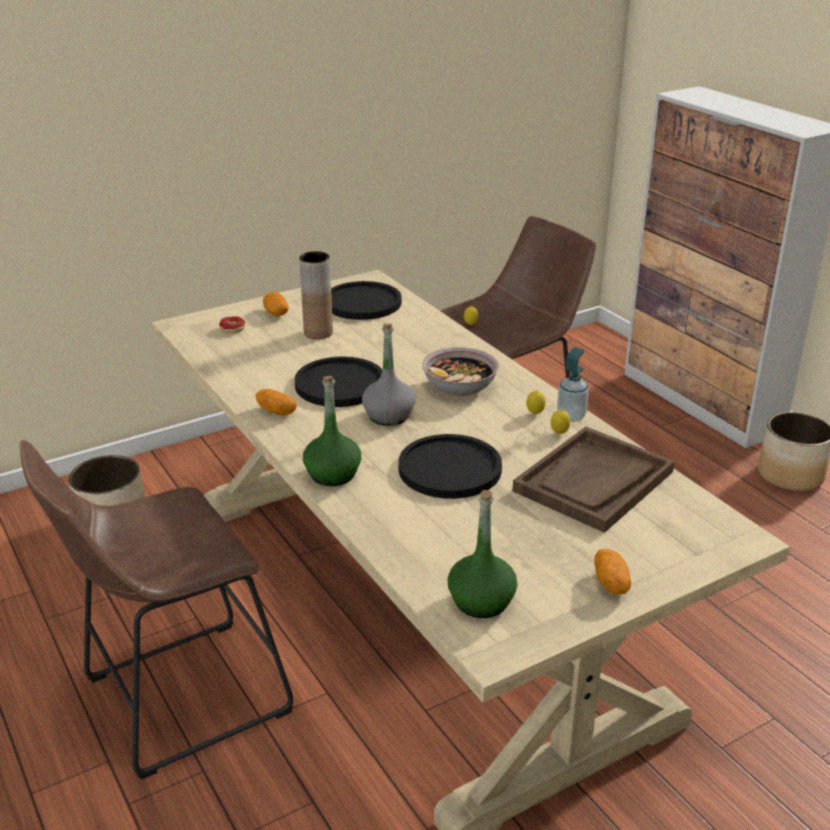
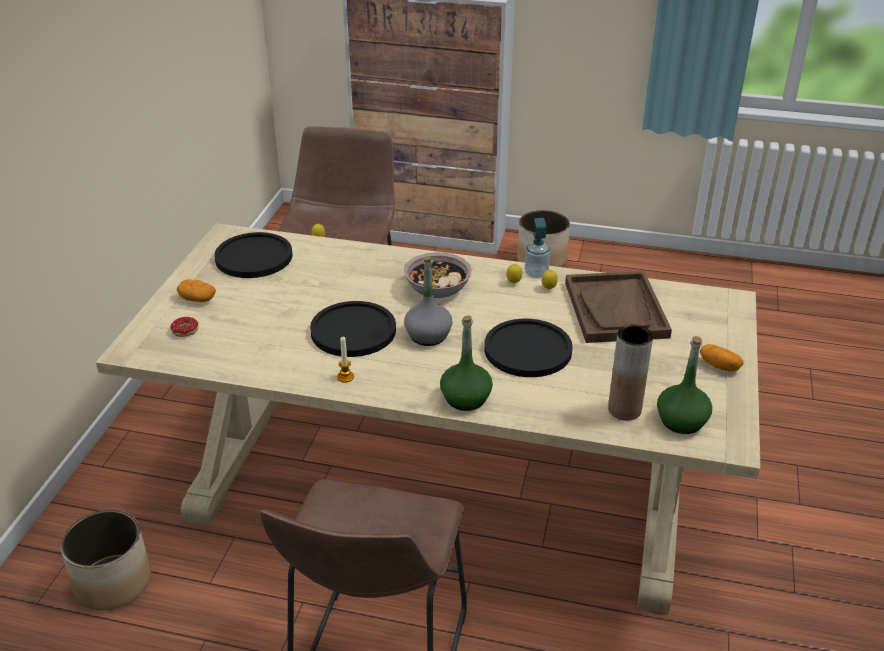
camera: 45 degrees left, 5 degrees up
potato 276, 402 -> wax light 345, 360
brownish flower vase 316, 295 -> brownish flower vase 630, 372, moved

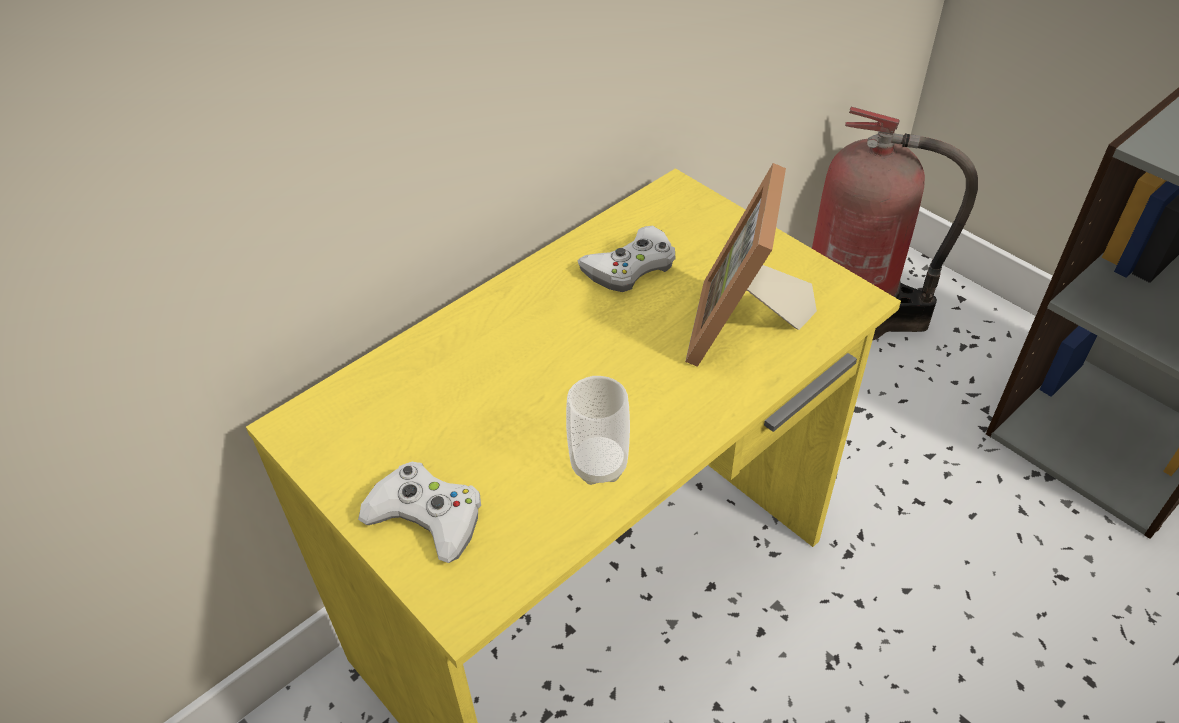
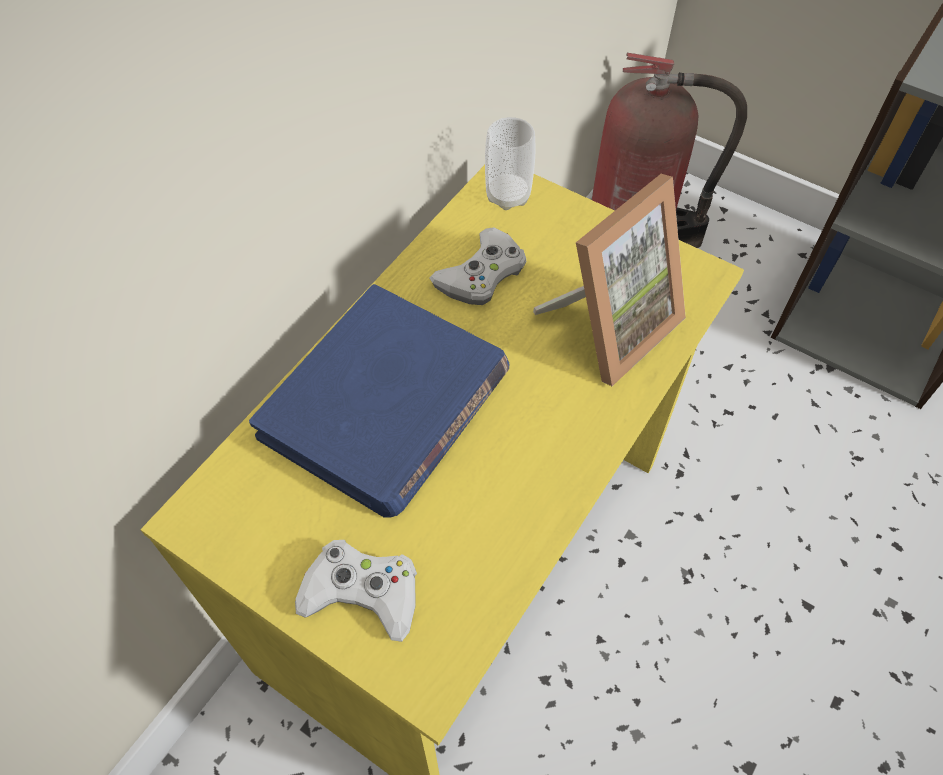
camera: 15 degrees left, 10 degrees up
none -> bluish volume 379, 401
cup 598, 430 -> cup 510, 163, moved
picture frame 751, 265 -> picture frame 609, 280, 135 degrees counterclockwise

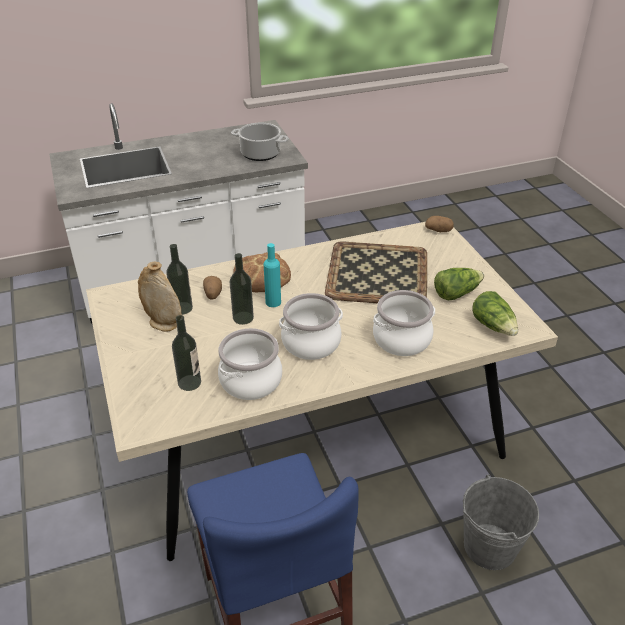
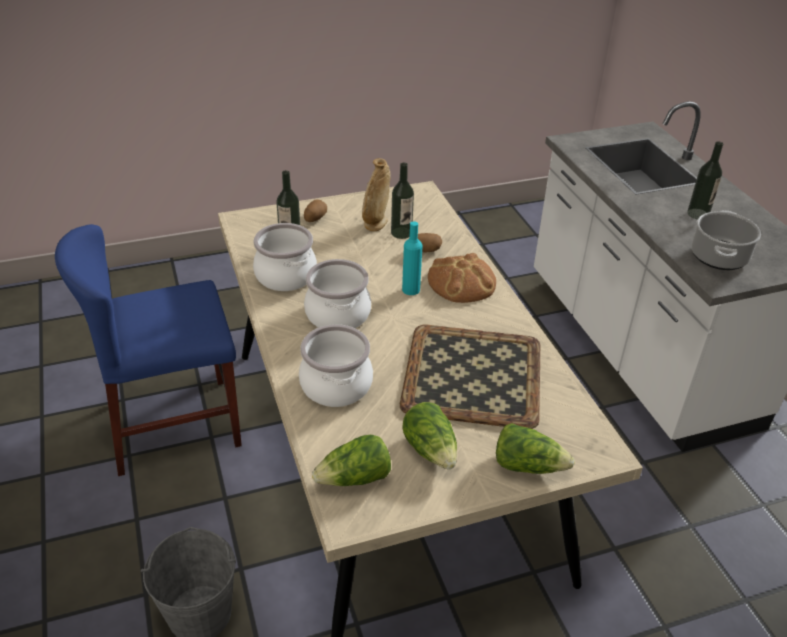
camera: 90 degrees right, 0 degrees up
potato 439, 224 -> potato 315, 211, moved
none -> lettuce 535, 448
bottle 242, 289 -> bottle 705, 180, moved

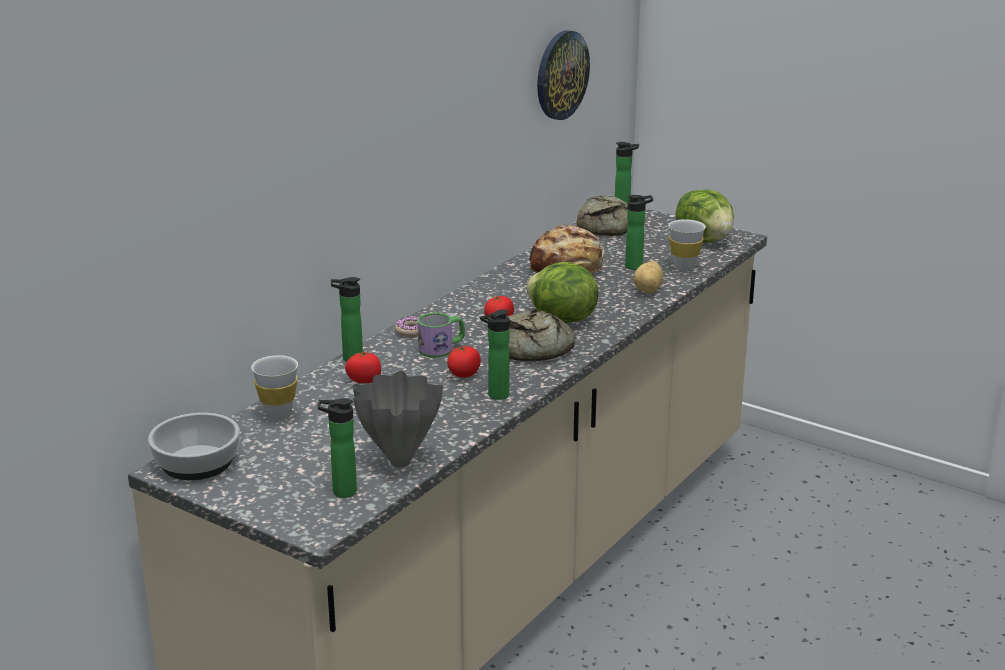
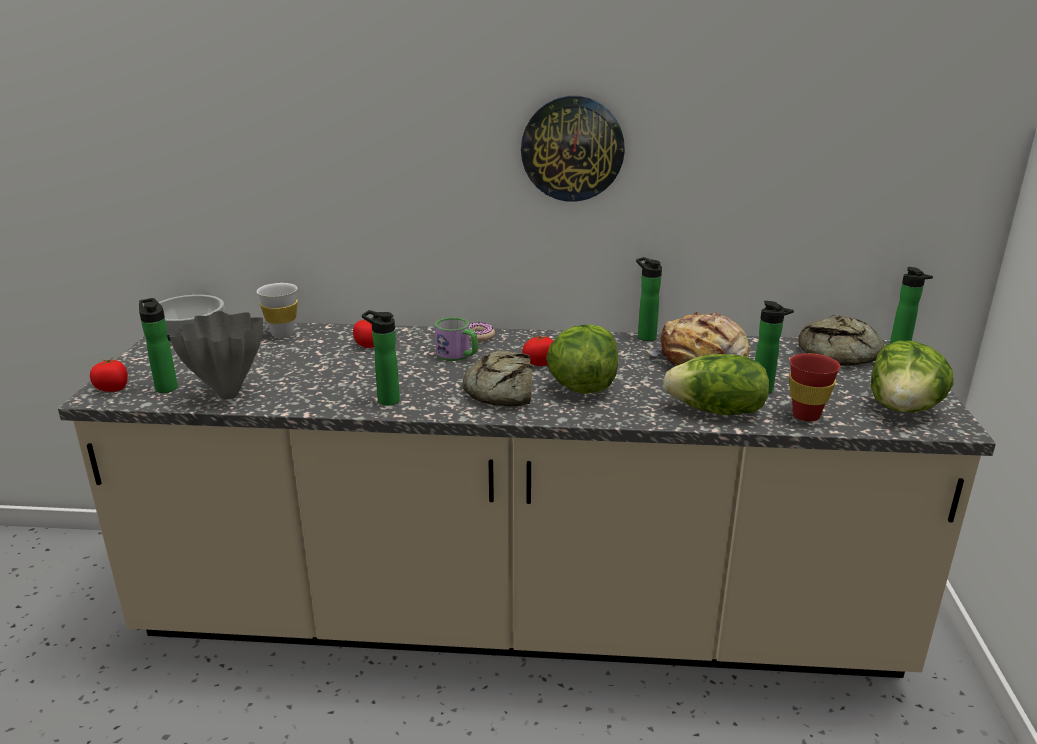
camera: 60 degrees right, 0 degrees up
whole tomato 464, 362 -> whole tomato 109, 375, moved
clock on the wall 563, 75 -> clock on the wall 573, 149, moved
bottle 347, 319 -> bottle 649, 299, moved
potato 648, 277 -> lettuce 716, 384
white cup 687, 245 -> reddish cup 815, 387

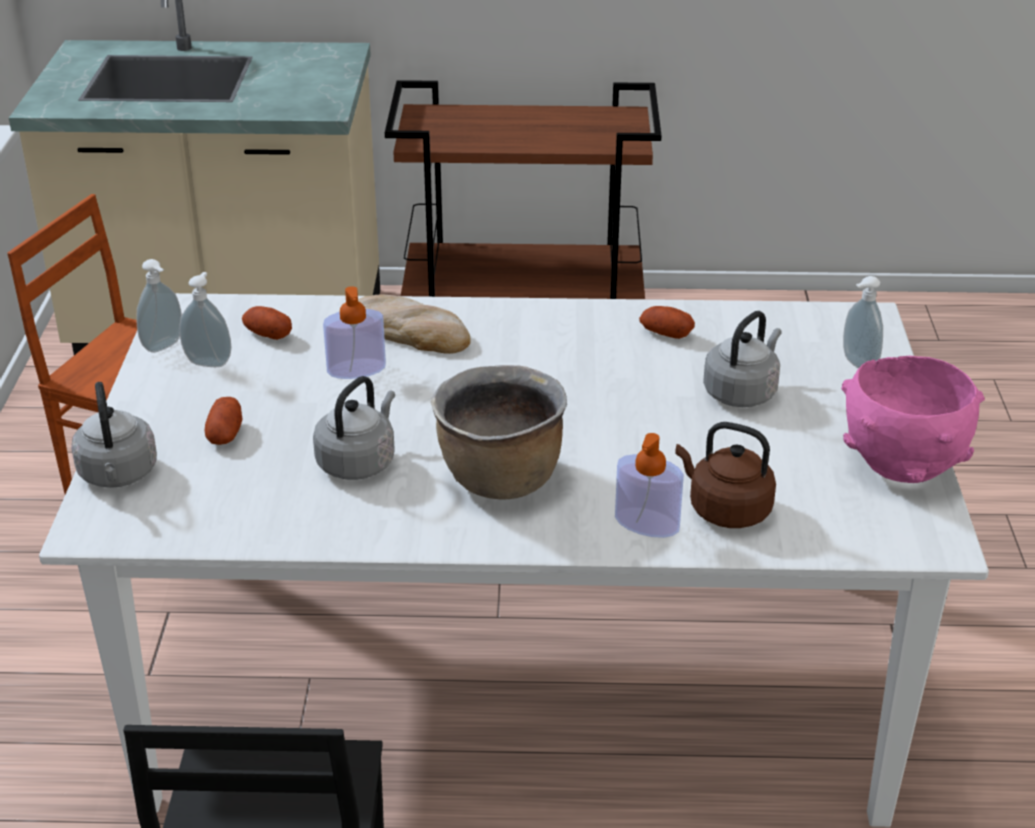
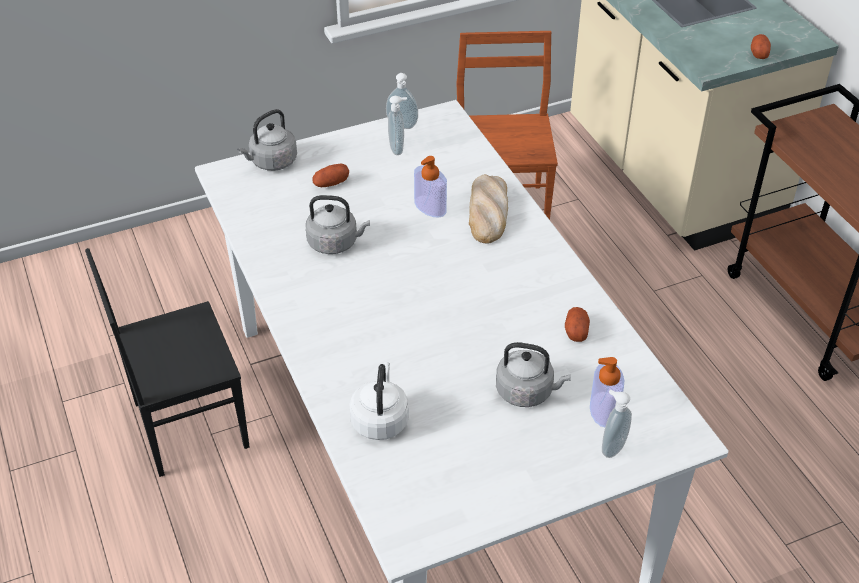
camera: 65 degrees right, 10 degrees up
brownish tea kettle 725, 475 -> white tea kettle 379, 401
liquid soap bottle 649, 485 -> liquid soap bottle 607, 392, moved
potato 267, 323 -> potato 761, 46, moved
brownish saucepot 499, 432 -> none
pinkish serving bowl 913, 419 -> none

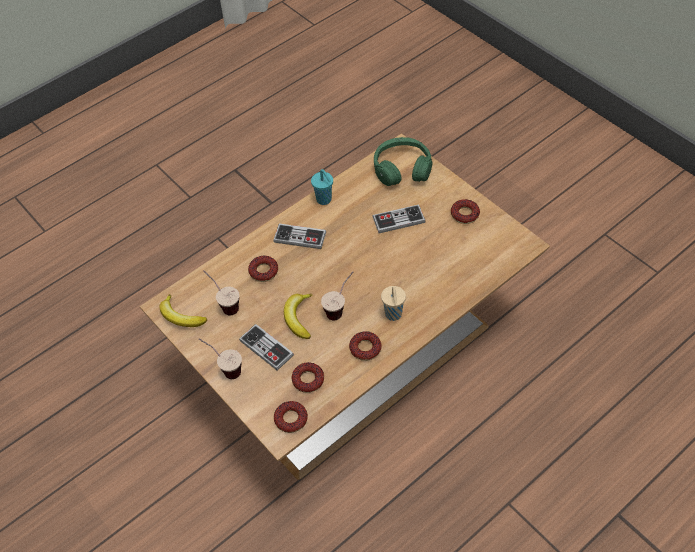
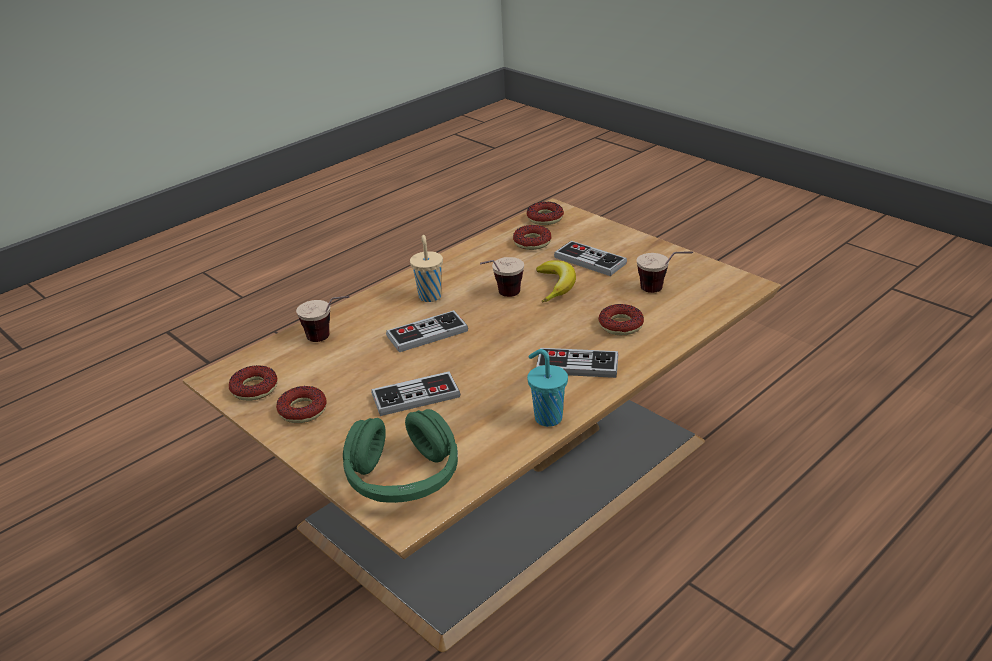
camera: 175 degrees right, 20 degrees down
ring doughnut 365, 346 -> ring doughnut 253, 383, moved
cup 220, 359 -> cup 322, 319, moved
none -> joypad 427, 331
whole banana 183, 310 -> none

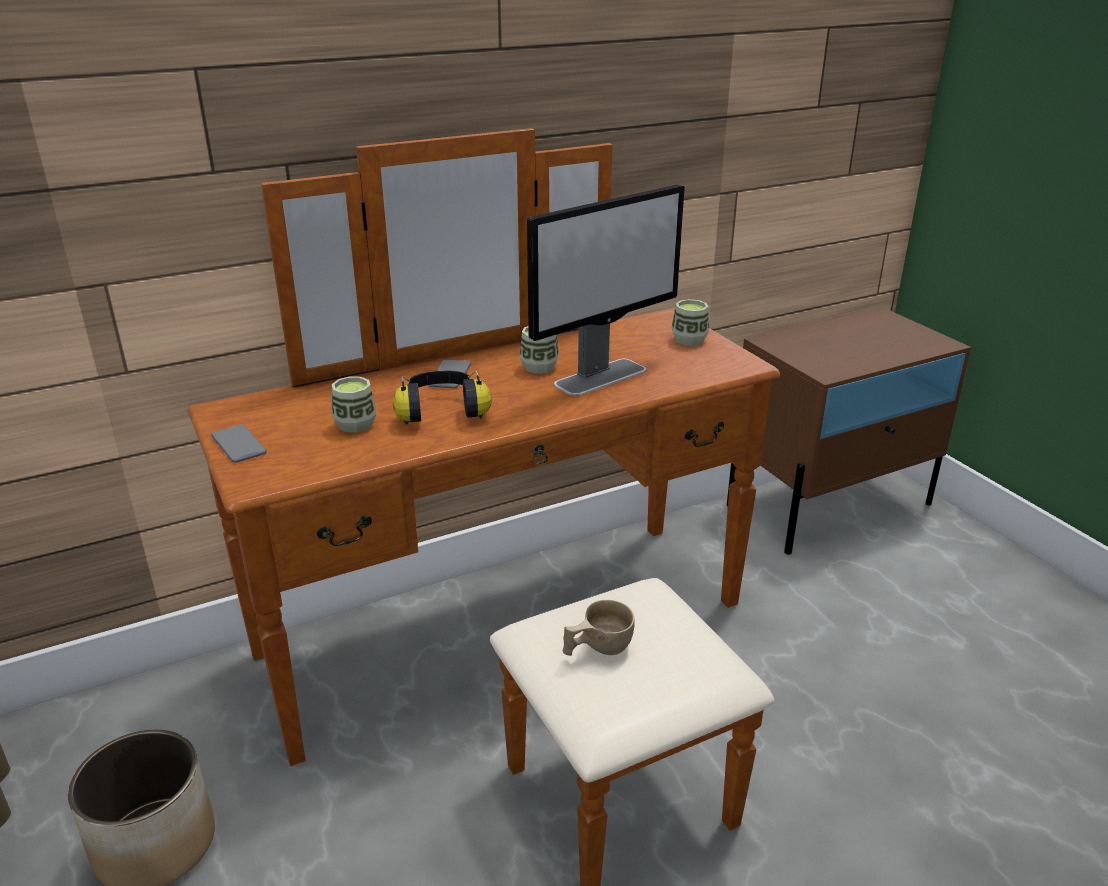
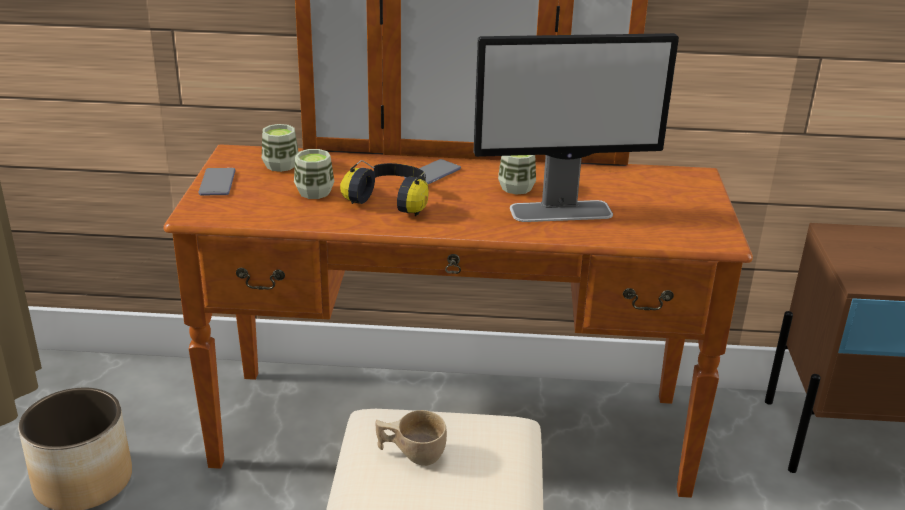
camera: 30 degrees right, 0 degrees up
cup 690, 322 -> cup 280, 148, moved

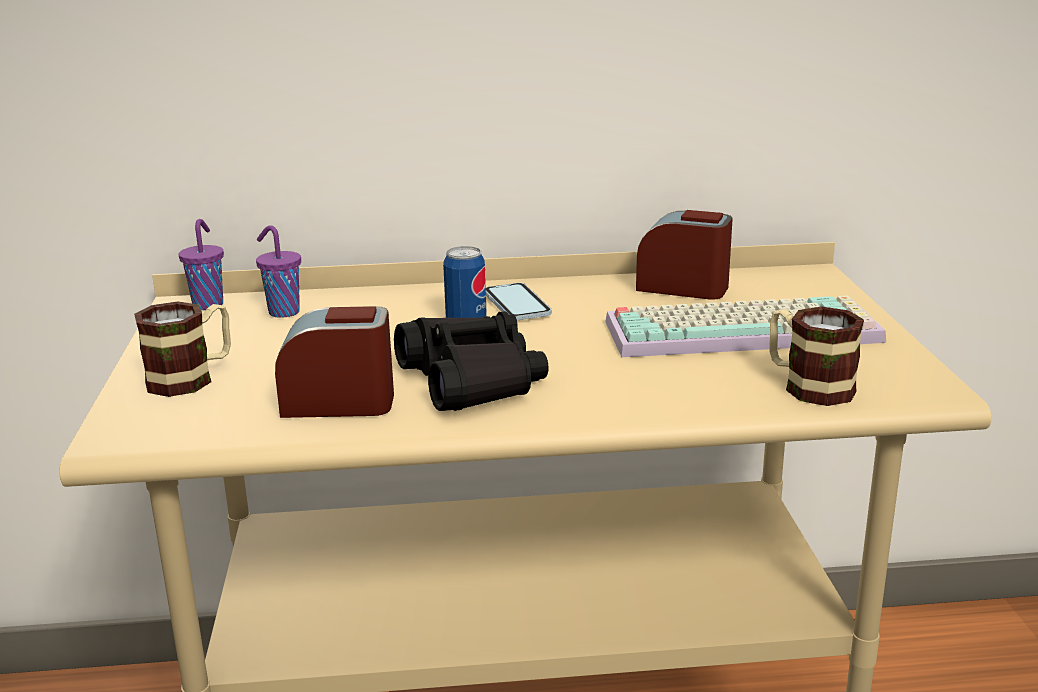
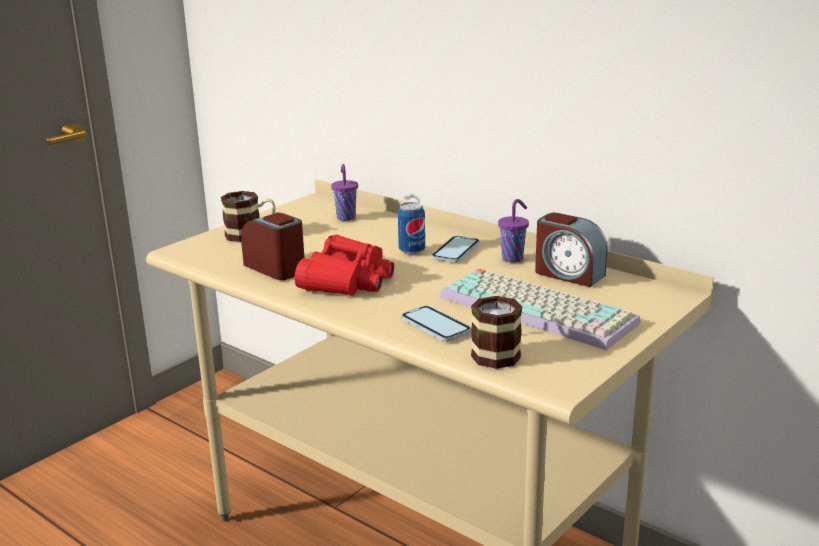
camera: 45 degrees right, 0 degrees up
black-coloured binoculars 471, 361 -> reddish binoculars 344, 265
none -> phone 436, 324
purple-coloured cup 201, 264 -> purple-coloured cup 513, 230, moved
table clock 684, 255 -> table clock 571, 249, 150 degrees clockwise

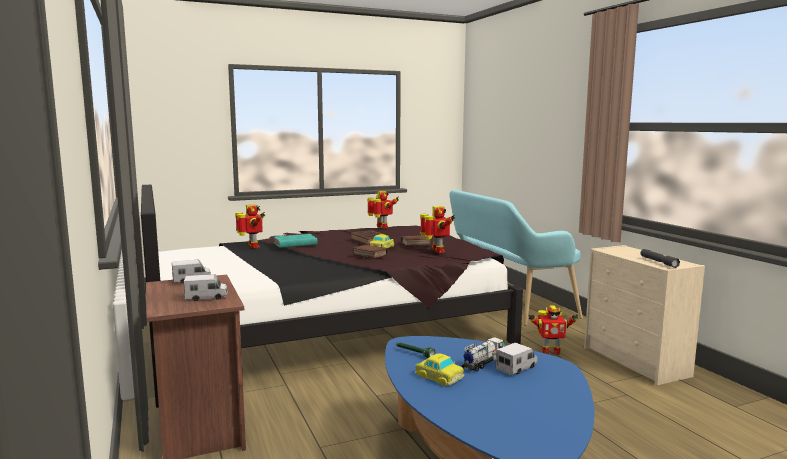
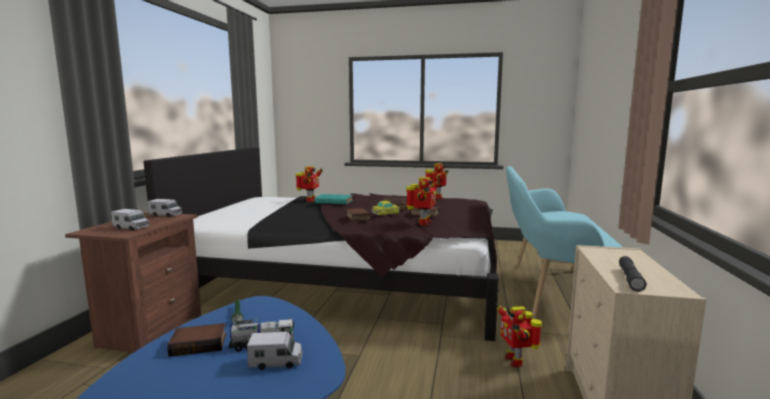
camera: 35 degrees right, 0 degrees up
toy car 439, 369 -> volume 196, 340
robot figure 553, 330 -> robot figure 518, 334, 45 degrees clockwise

